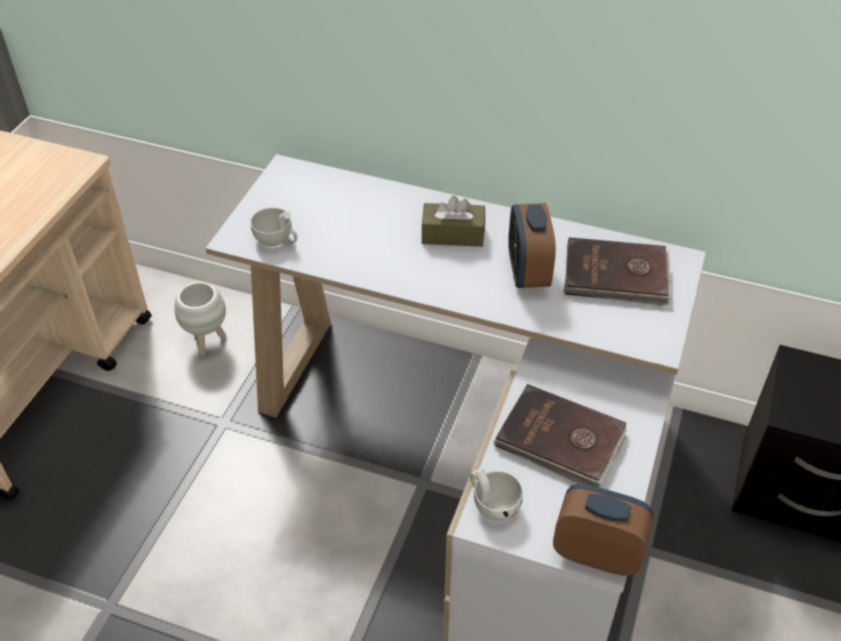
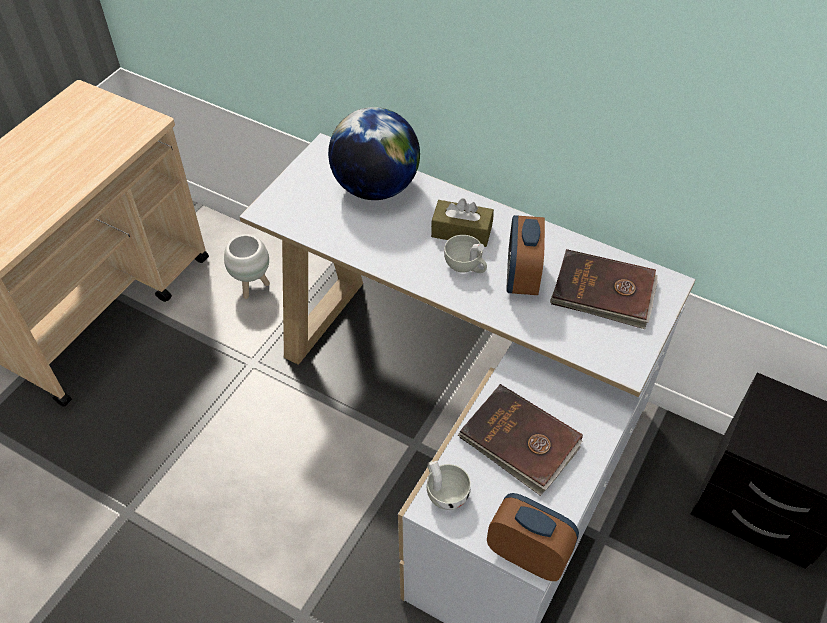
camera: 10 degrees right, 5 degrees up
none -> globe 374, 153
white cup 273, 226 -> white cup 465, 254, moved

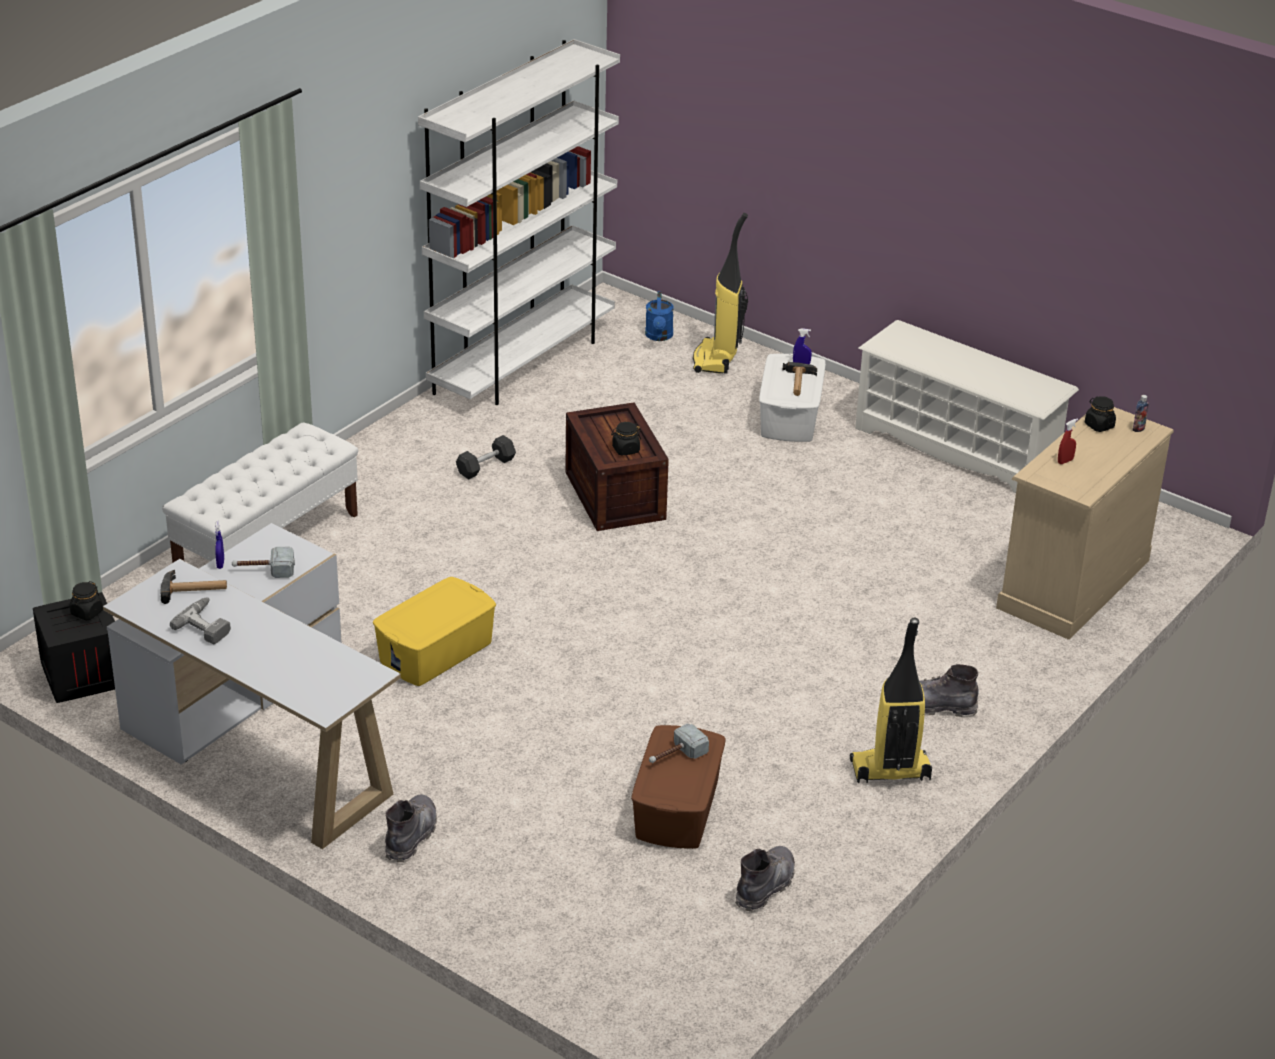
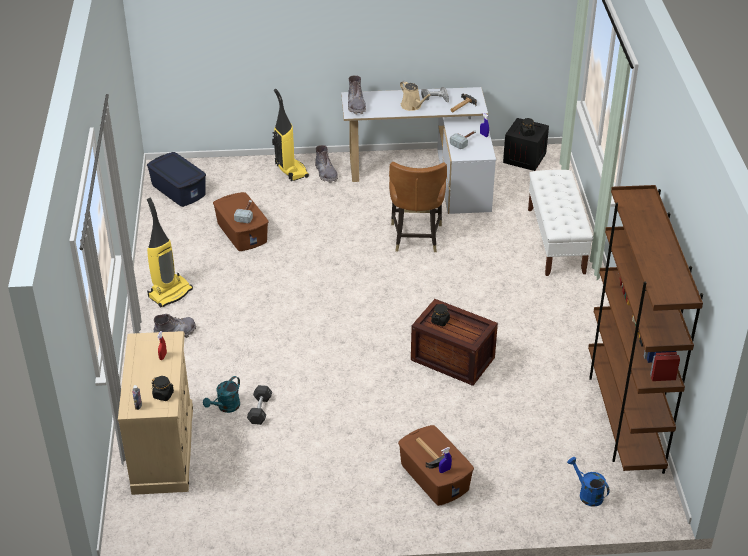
camera: 140 degrees right, 5 degrees up
none -> bluish storage box 176, 179
none -> turquoise watering can 221, 394
gray dumbbell 486, 457 -> gray dumbbell 259, 405, moved
vacuum 720, 293 -> vacuum 290, 135, moved
gray tall boot 765, 879 -> gray tall boot 357, 94, moved
yellow-coloured storage box 434, 631 -> brownish chair 418, 207
white storage box 792, 398 -> brownish storage box 436, 465
none -> sand-coloured watering can 415, 96
white shelving unit 519, 222 -> brownish shelving unit 645, 329
white shoe rack 967, 406 -> none

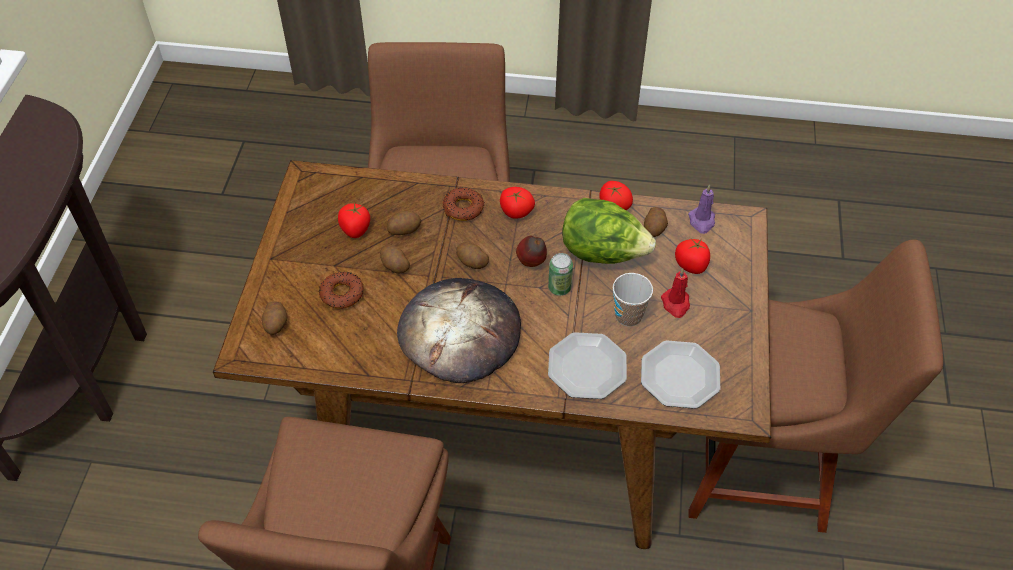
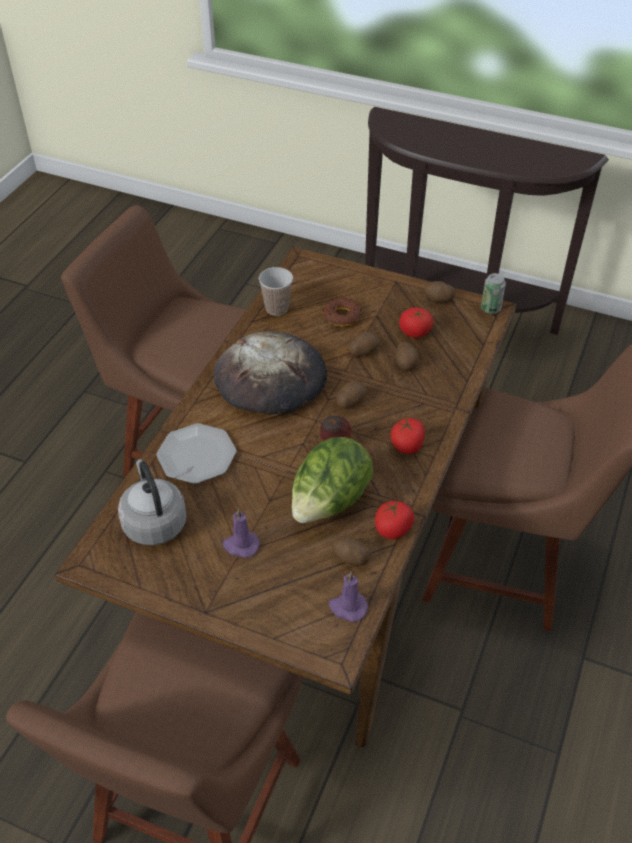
camera: 105 degrees right, 5 degrees down
flat dish 680, 375 -> gray tea kettle 152, 502
reddish wax light 675, 293 -> purple-coloured wax light 241, 533
cup 633, 299 -> cup 276, 291, moved
potato 275, 318 -> potato 440, 291, moved
metal can 560, 274 -> metal can 493, 293, moved
ring doughnut 463, 204 -> none
whole tomato 692, 256 -> none

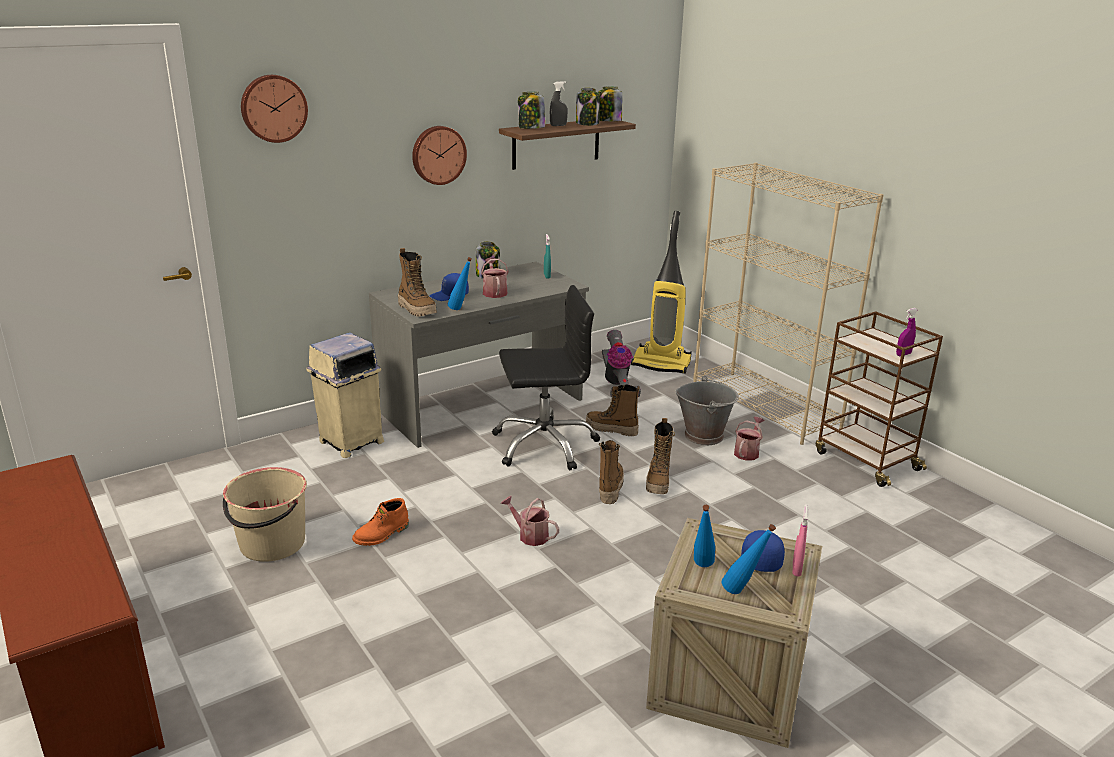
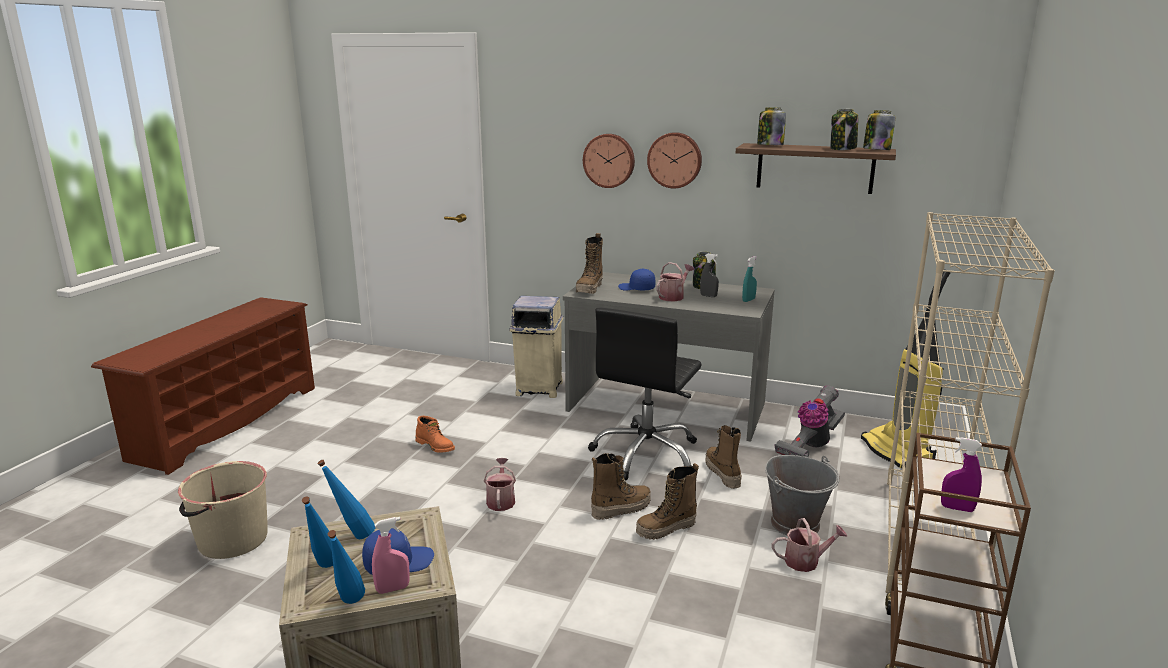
camera: 55 degrees right, 5 degrees down
sand-coloured water bucket 265, 514 -> sand-coloured water bucket 223, 510, moved
bluish bottle 460, 283 -> bluish bottle 346, 567, moved
orangey tall boot 380, 522 -> orangey tall boot 435, 434, 150 degrees counterclockwise
clock on the wall 274, 109 -> clock on the wall 609, 161, moved
black-coloured computer chair 546, 377 -> black-coloured computer chair 645, 394, 75 degrees clockwise
gray hand sprayer 559, 103 -> gray hand sprayer 709, 275, moved

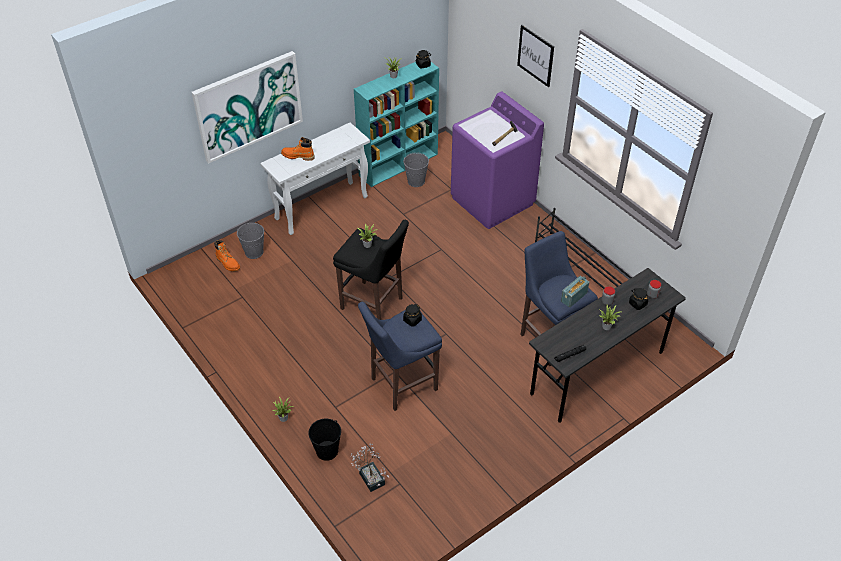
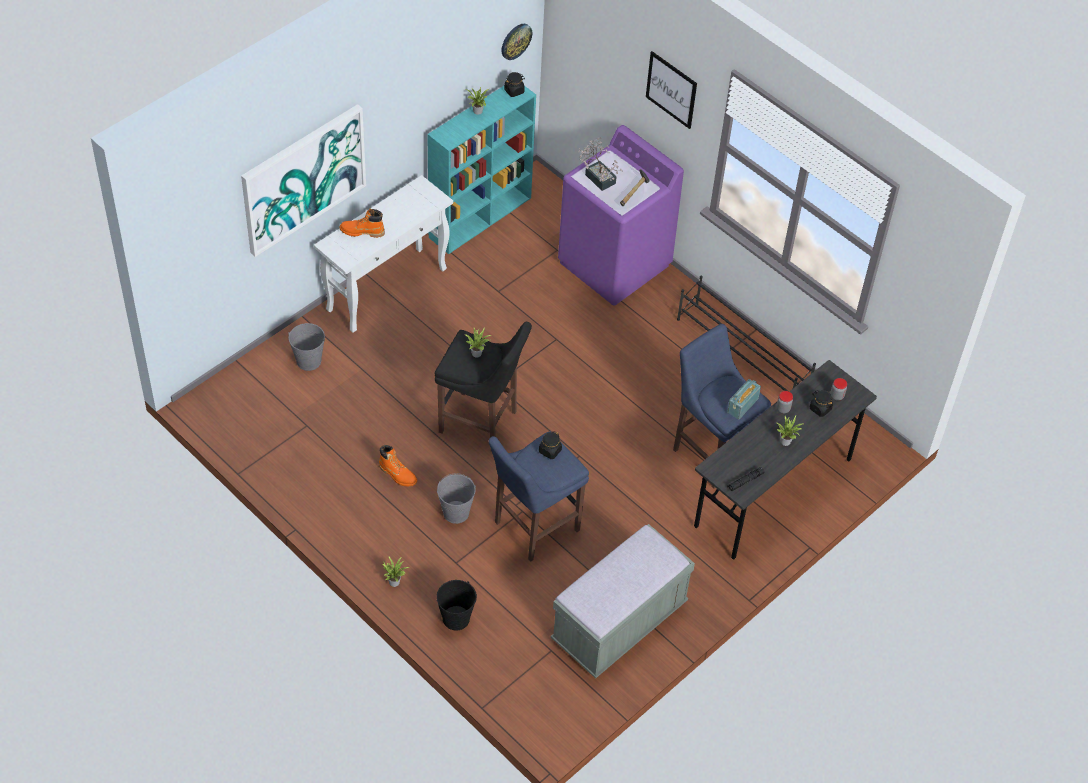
camera: 10 degrees left, 5 degrees up
orangey tall boot 227, 255 -> orangey tall boot 398, 466, moved
gray water bucket 416, 169 -> gray water bucket 456, 498, moved
none -> clock on the wall 516, 42
none -> gray long seat 623, 601
potted plant 369, 468 -> potted plant 601, 164, moved

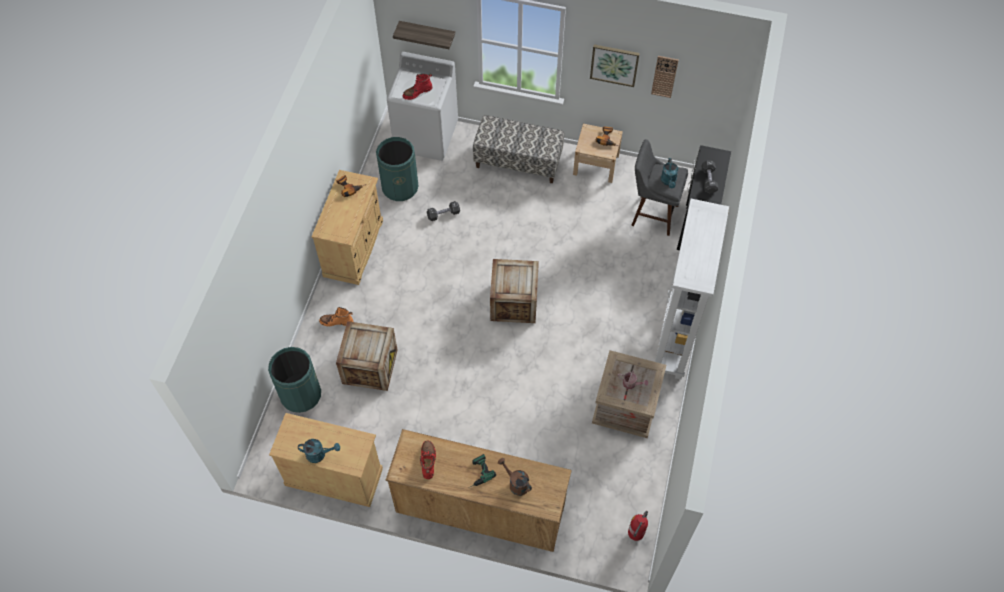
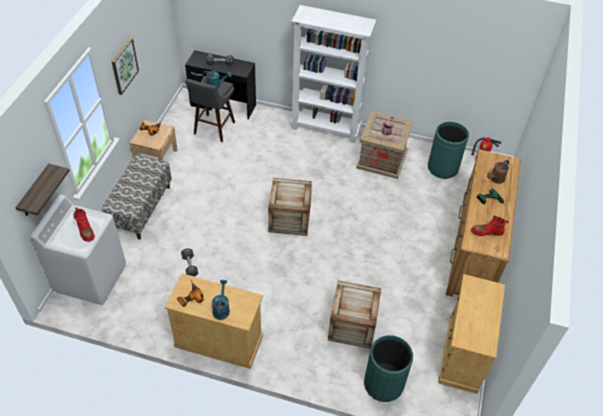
camera: 90 degrees left, 10 degrees down
turquoise watering can 319, 451 -> turquoise watering can 221, 300, moved
greenish rubbish bin 397, 169 -> greenish rubbish bin 448, 150, moved
orangey tall boot 336, 316 -> none
clock on the wall 665, 77 -> none

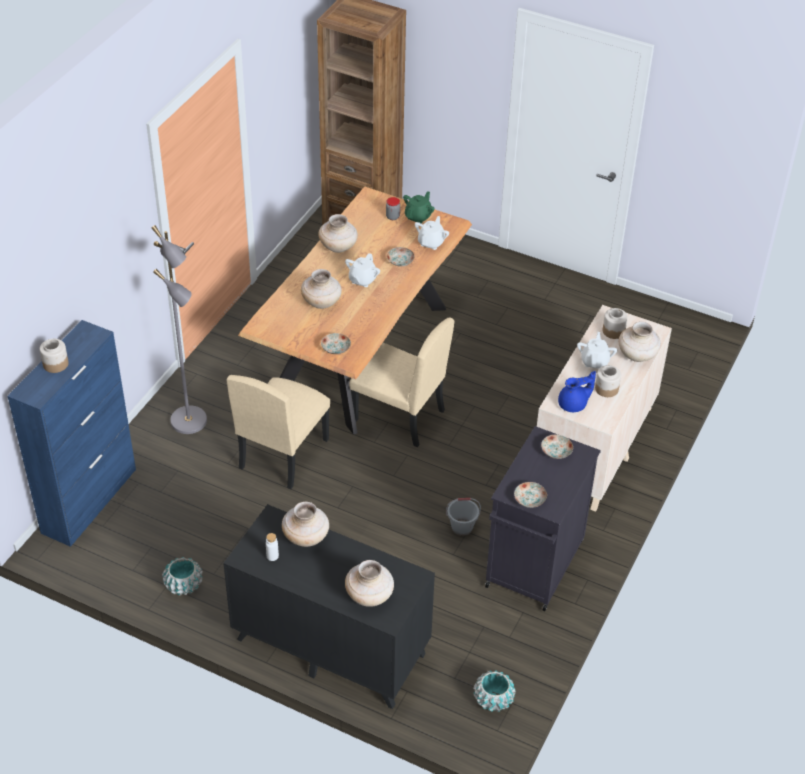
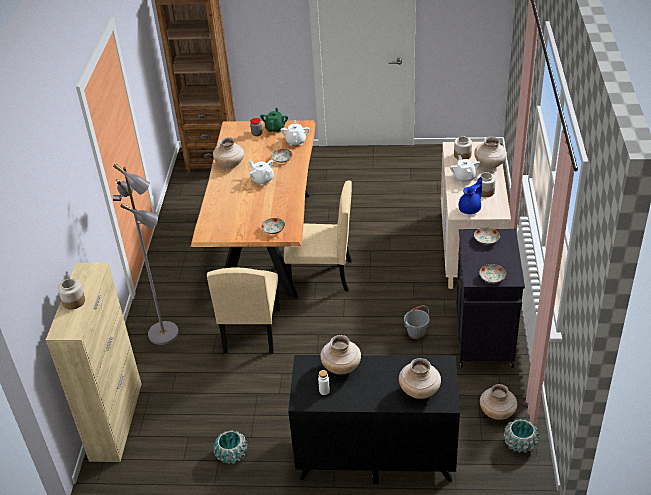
camera: 20 degrees left, 5 degrees down
bluish cupboard 71, 433 -> sand-coloured cupboard 94, 362
white tea pot 362, 270 -> white tea pot 261, 173, 135 degrees clockwise
sand-coloured flower vase 321, 289 -> sand-coloured flower vase 498, 402, moved

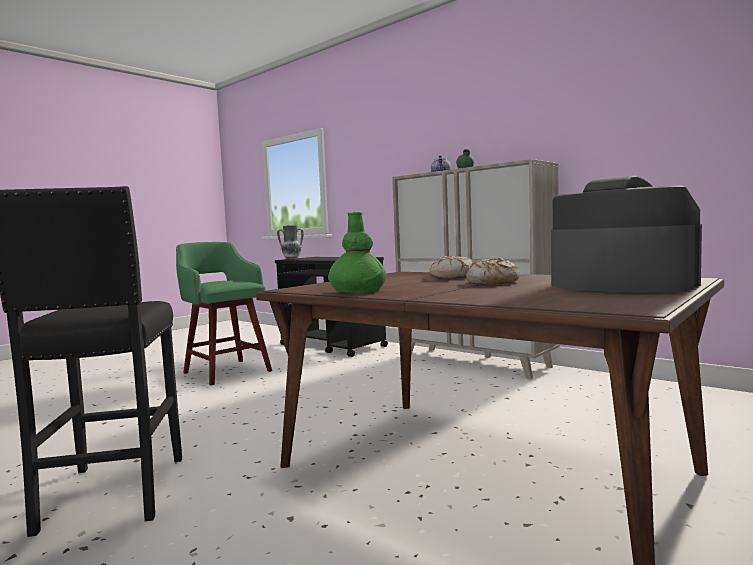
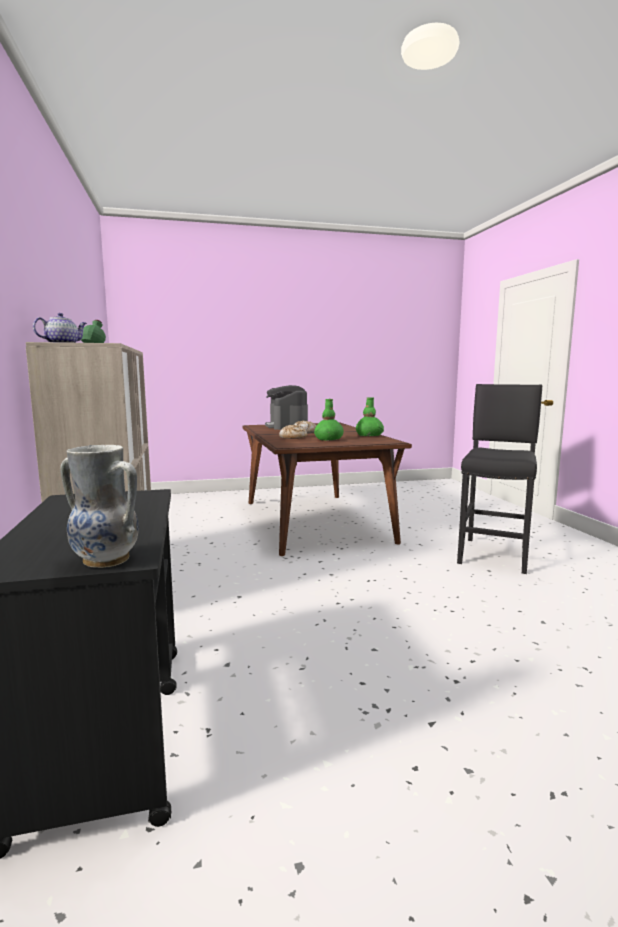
camera: 145 degrees left, 5 degrees up
none -> greenish flower vase 329, 420
greenish stool 224, 313 -> none

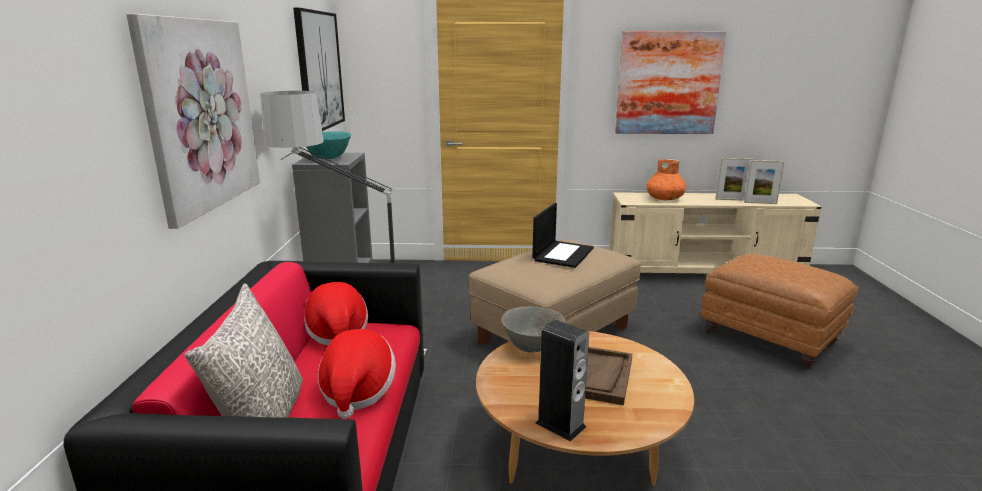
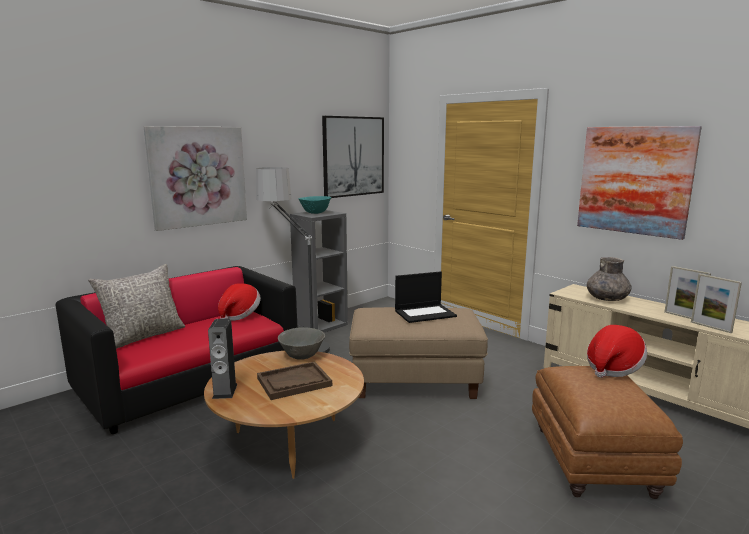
camera: 45 degrees right, 5 degrees down
orangey flower vase 666, 179 -> gray flower vase 609, 279
wearable hat 357, 374 -> wearable hat 617, 351, moved

